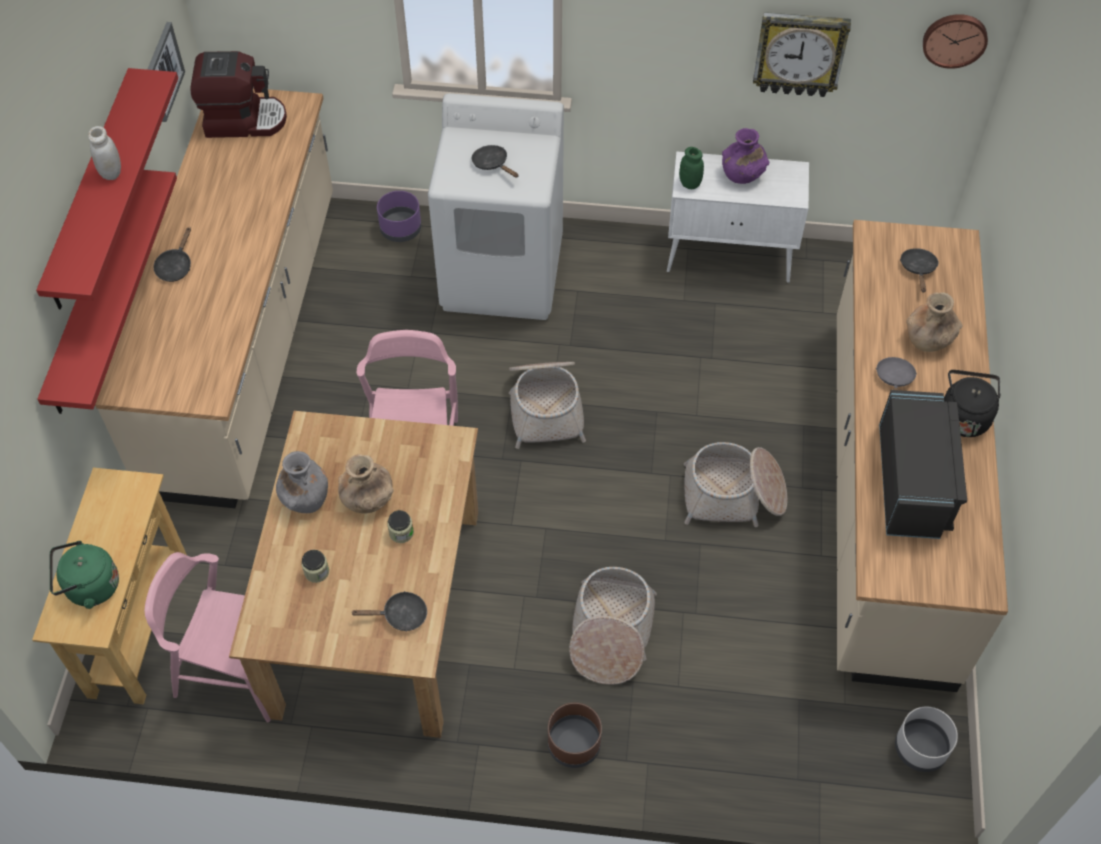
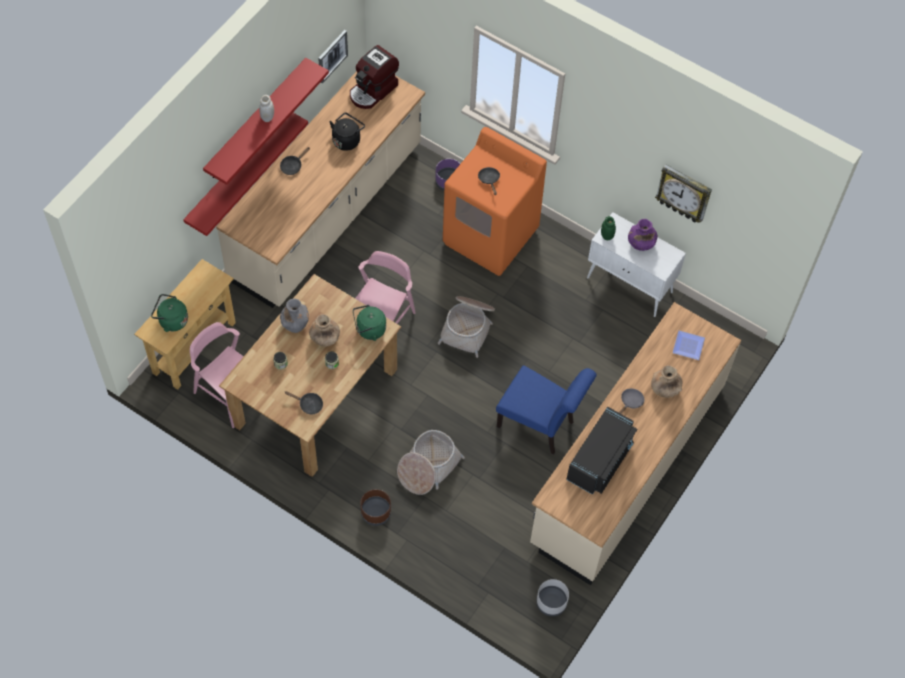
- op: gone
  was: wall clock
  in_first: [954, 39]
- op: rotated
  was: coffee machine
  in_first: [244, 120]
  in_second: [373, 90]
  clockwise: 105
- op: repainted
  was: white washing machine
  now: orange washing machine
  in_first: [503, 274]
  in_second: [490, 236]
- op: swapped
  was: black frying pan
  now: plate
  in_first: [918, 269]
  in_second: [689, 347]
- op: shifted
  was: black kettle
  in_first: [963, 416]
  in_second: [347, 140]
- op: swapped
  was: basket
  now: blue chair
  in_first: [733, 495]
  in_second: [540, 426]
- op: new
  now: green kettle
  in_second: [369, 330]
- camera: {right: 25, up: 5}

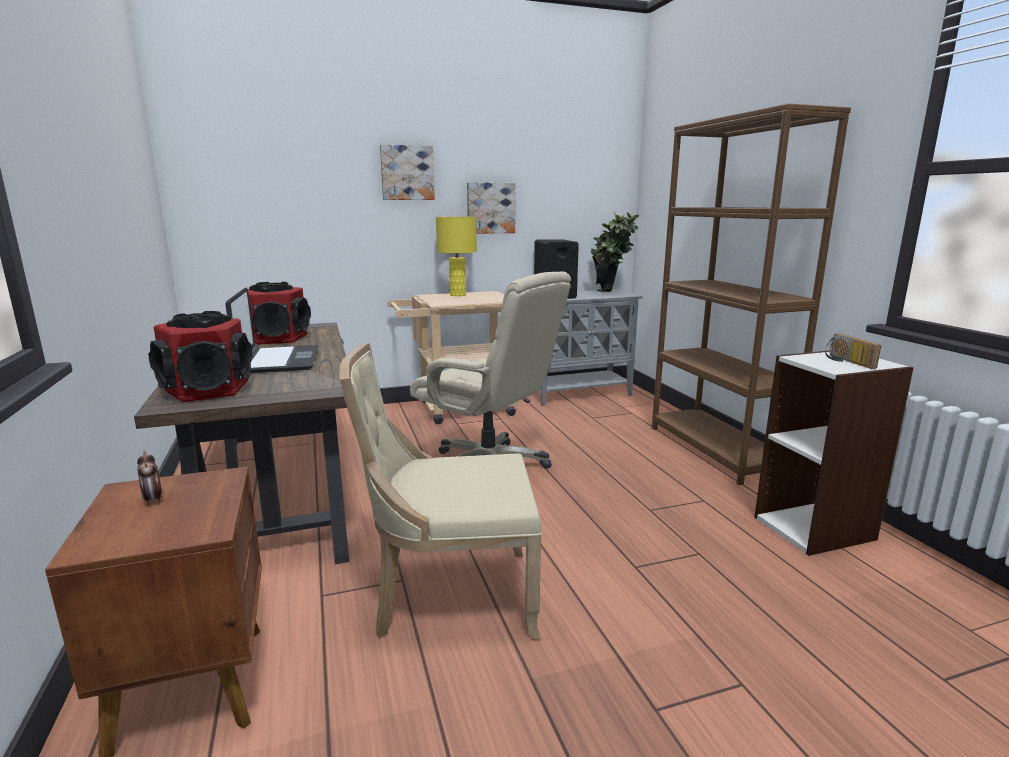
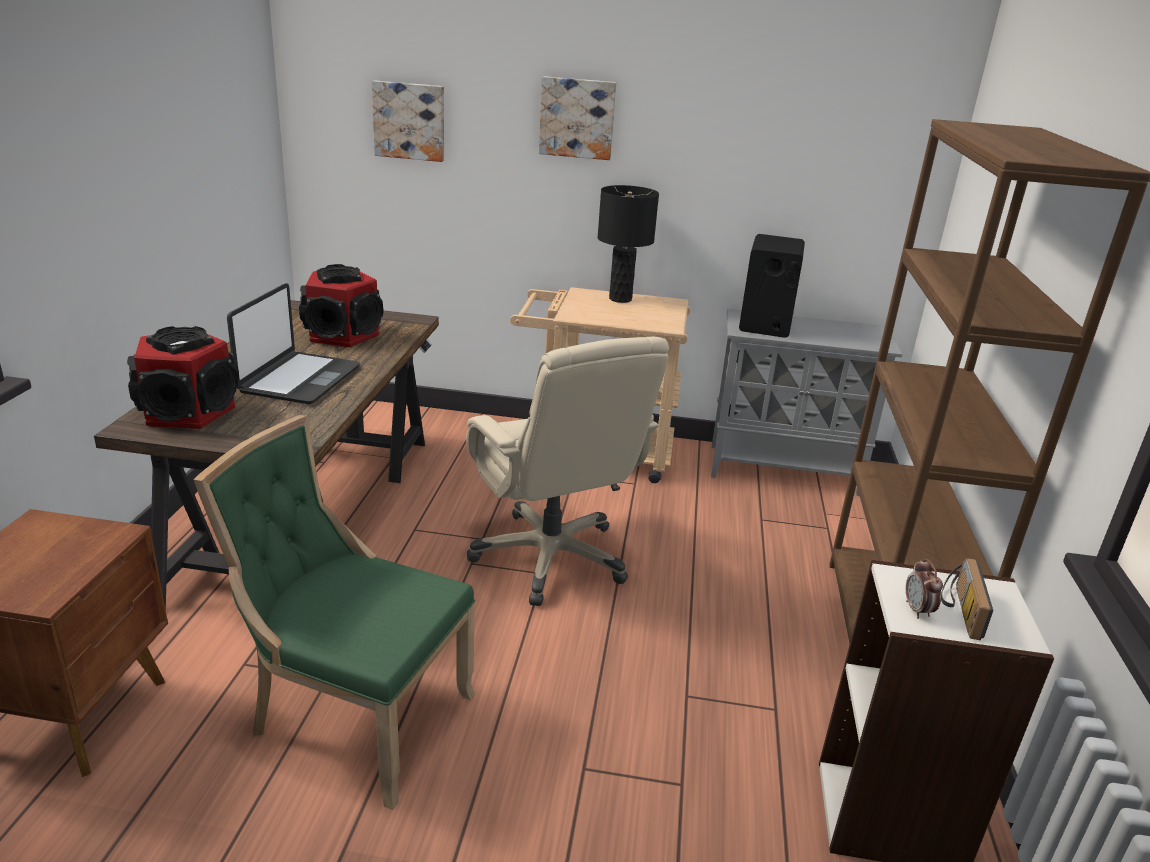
- op: shifted
  was: picture
  in_first: [490, 208]
  in_second: [409, 121]
- op: gone
  was: potted plant
  in_first: [611, 293]
- op: repainted
  was: yellow table lamp
  now: black table lamp
  in_first: [457, 295]
  in_second: [620, 299]
- op: repainted
  was: beige chair
  now: green chair
  in_first: [449, 596]
  in_second: [354, 717]
- op: shifted
  was: alarm clock
  in_first: [153, 500]
  in_second: [917, 610]
- camera: {right: 25, up: 10}

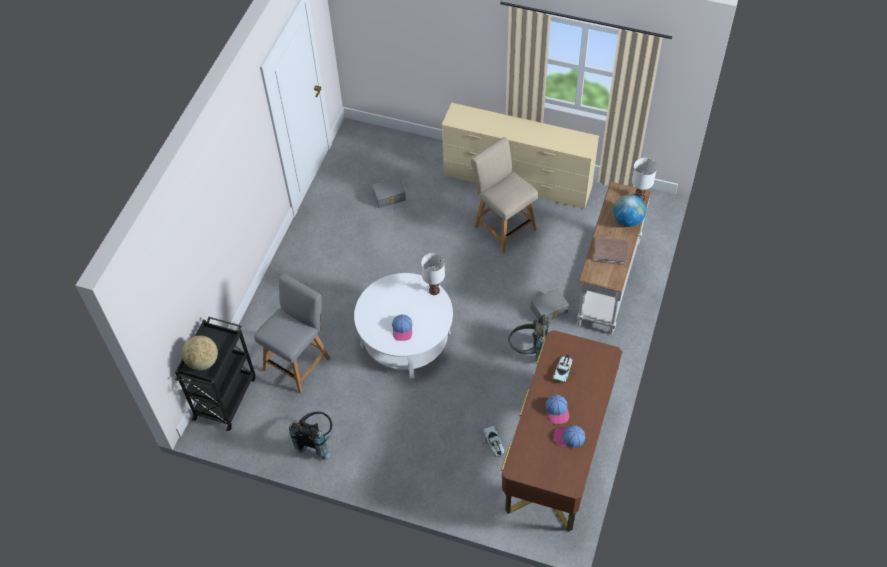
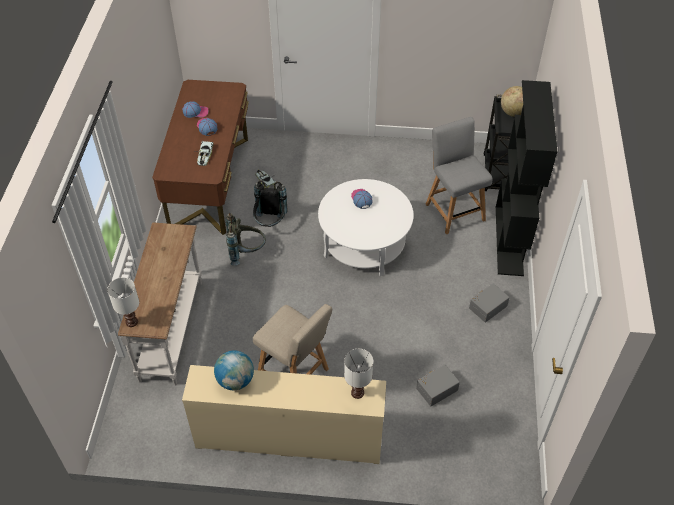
- op: shifted
  was: globe
  in_first: [627, 220]
  in_second: [235, 380]
- op: gone
  was: brown book
  in_first: [610, 252]
- op: shifted
  was: white table lamp
  in_first: [434, 290]
  in_second: [357, 393]
- op: rotated
  was: grey chair
  in_first: [299, 361]
  in_second: [453, 210]
  clockwise: 135
- op: shifted
  was: grey storage box
  in_first: [549, 310]
  in_second: [487, 306]
- op: shifted
  was: black backpack
  in_first: [316, 441]
  in_second: [270, 223]
- op: new
  now: black bookcase
  in_second: [509, 240]
- camera: {right: 165, up: -5}

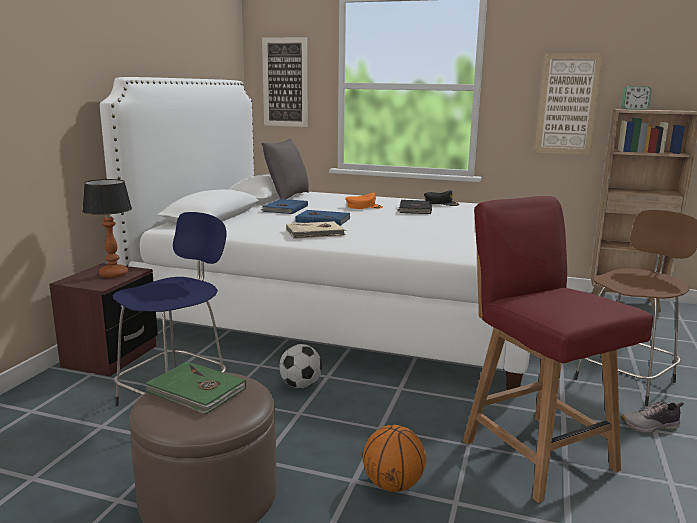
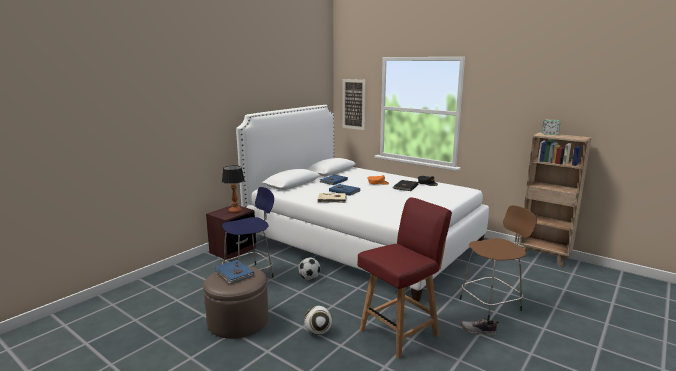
- op: gone
  was: picture
  in_first: [567, 104]
- op: gone
  was: grey pillow
  in_first: [287, 197]
- op: rotated
  was: red chair
  in_first: [536, 453]
  in_second: [400, 332]
  clockwise: 60
- op: repainted
  was: green book
  now: blue book
  in_first: [196, 391]
  in_second: [233, 273]
- op: swapped
  was: basketball
  now: football
  in_first: [393, 485]
  in_second: [318, 332]
- camera: {right: 20, up: 0}

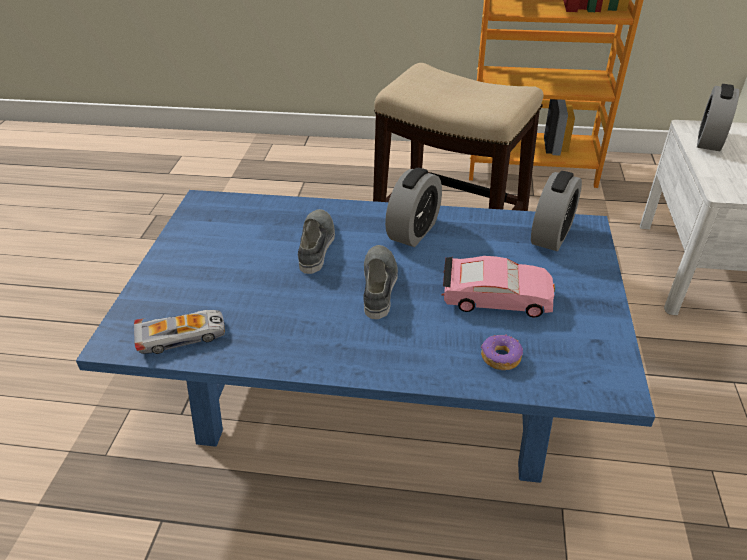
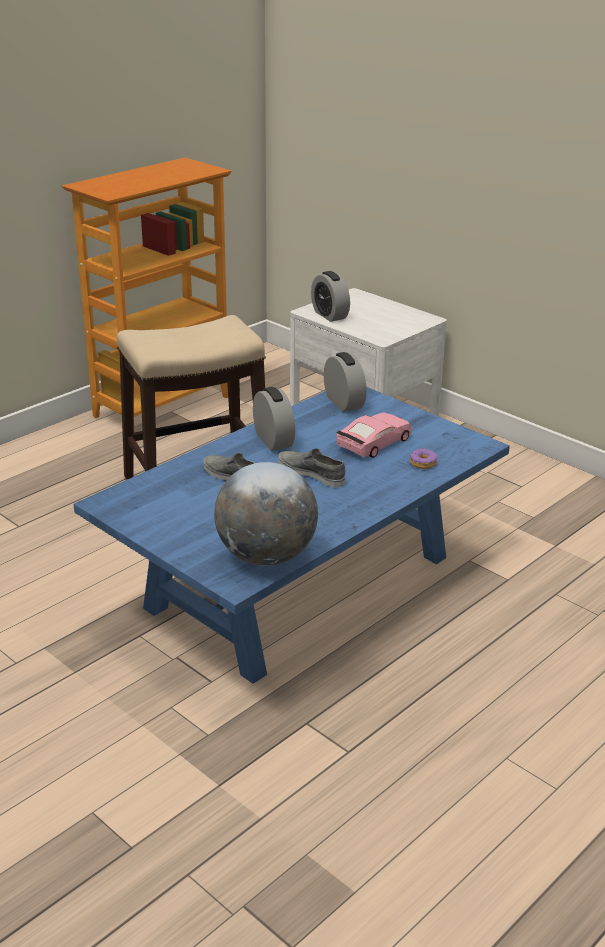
- op: swapped
  was: toy car
  now: globe
  in_first: [182, 336]
  in_second: [266, 556]
- camera: {right: -55, up: -10}

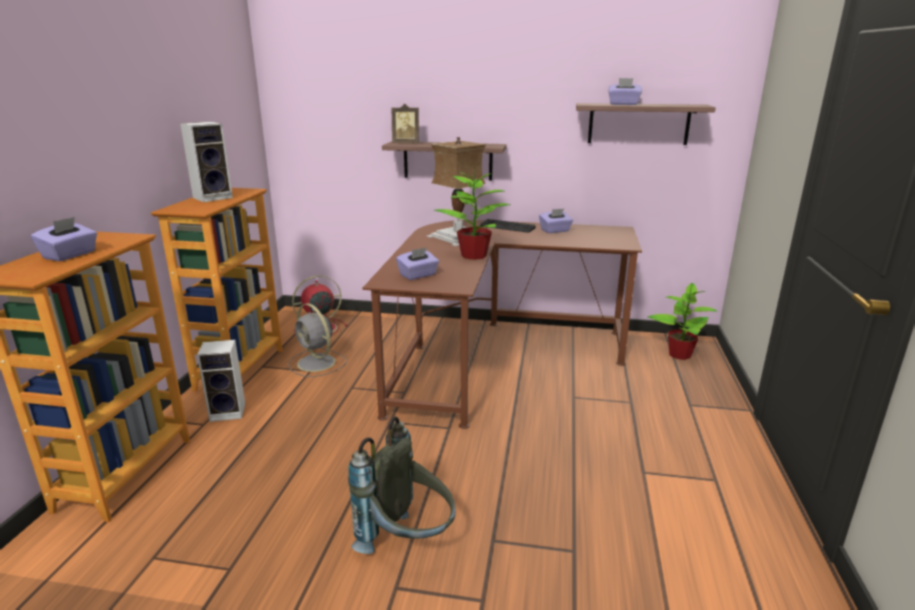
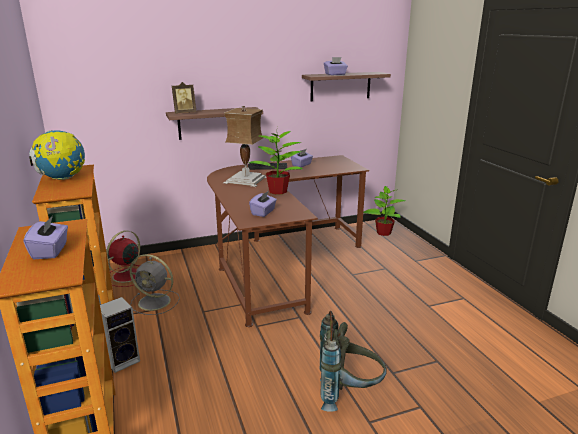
- op: swapped
  was: speaker
  now: globe
  in_first: [214, 197]
  in_second: [62, 178]
- camera: {right: -30, up: 0}

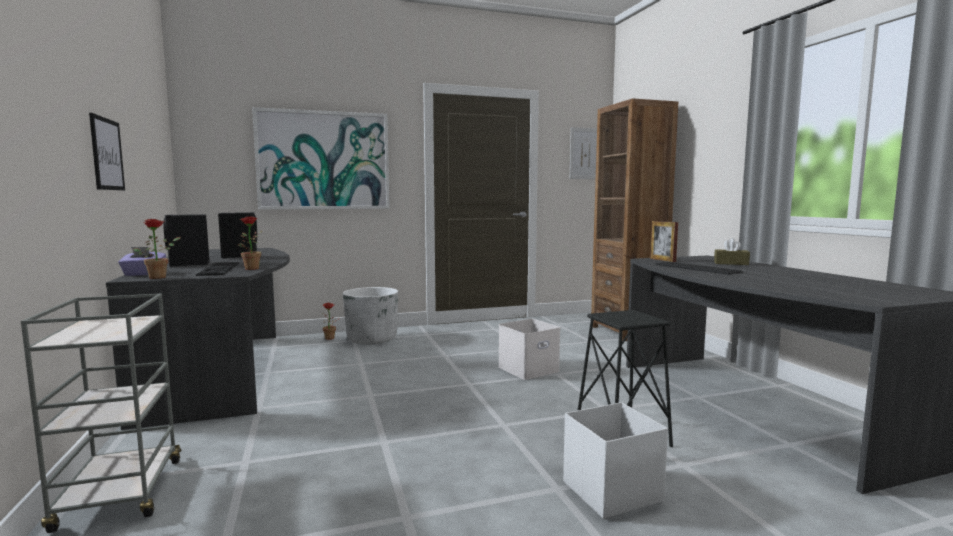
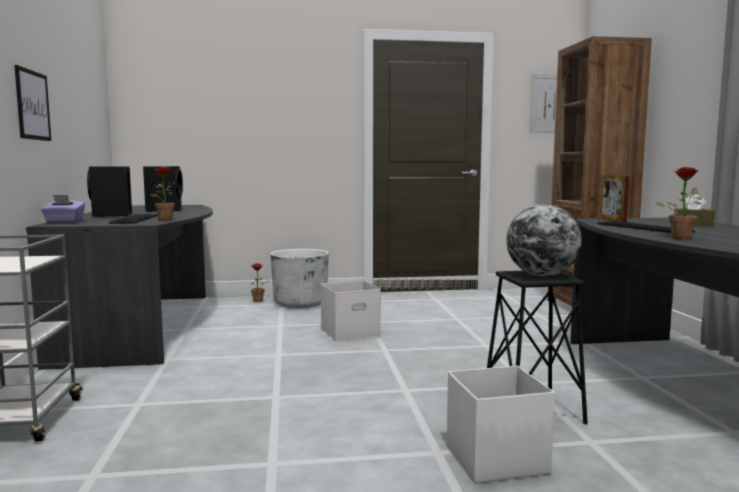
- op: gone
  was: picture
  in_first: [324, 160]
- op: shifted
  was: potted plant
  in_first: [160, 277]
  in_second: [681, 237]
- op: shifted
  was: white storage box
  in_first: [528, 368]
  in_second: [350, 332]
- op: new
  now: globe
  in_second: [542, 275]
- camera: {right: 10, up: 0}

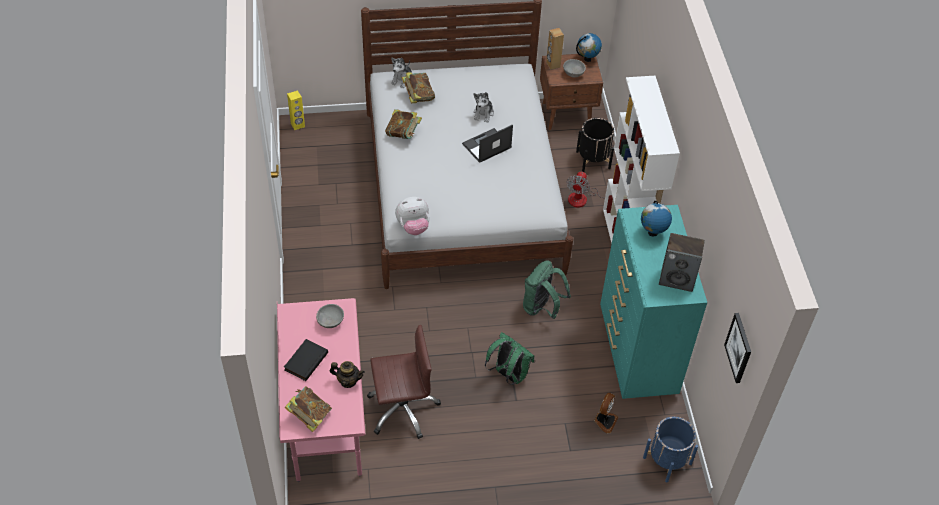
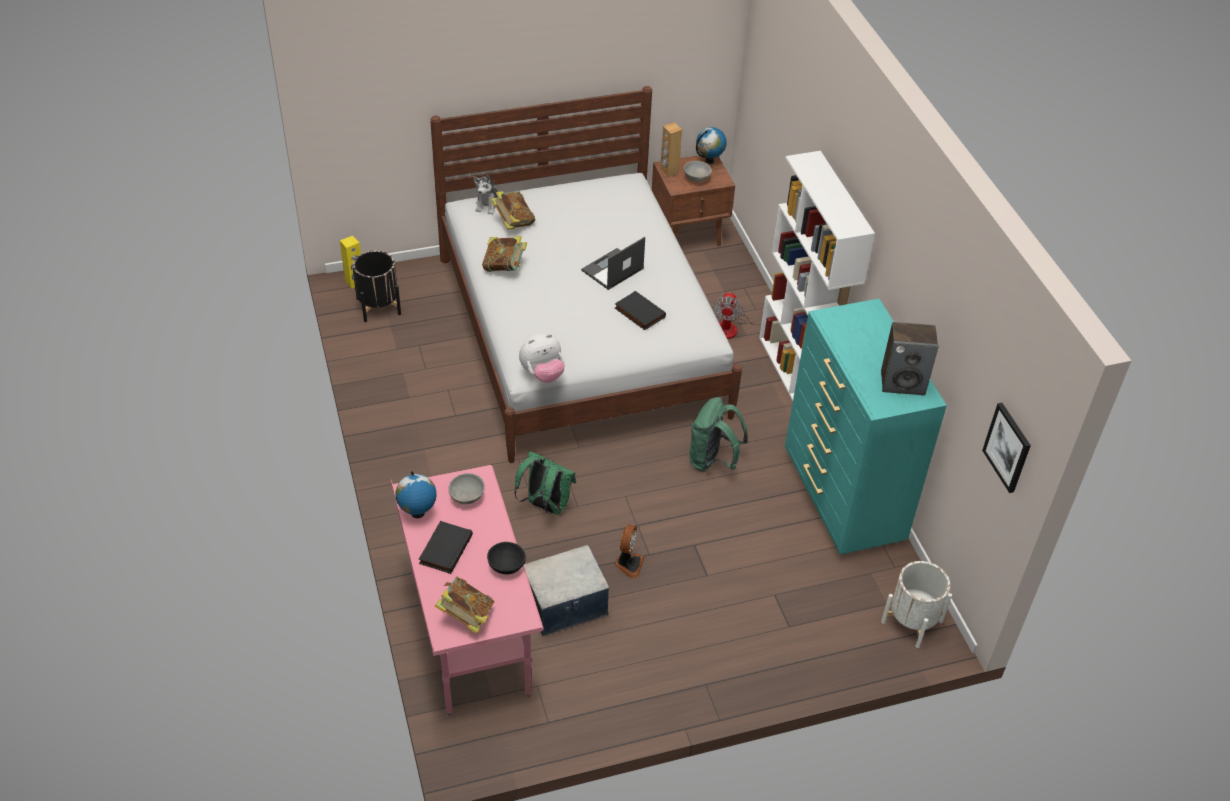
- op: gone
  was: plush toy
  in_first: [483, 113]
- op: shifted
  was: black planter
  in_first: [593, 160]
  in_second: [378, 306]
- op: shifted
  was: globe
  in_first: [652, 233]
  in_second: [417, 513]
- op: swapped
  was: brown office chair
  now: storage box
  in_first: [402, 409]
  in_second: [565, 605]
- op: shifted
  was: green backpack
  in_first: [508, 374]
  in_second: [545, 505]
- op: swapped
  was: teapot
  now: black bowl
  in_first: [348, 381]
  in_second: [506, 566]
- op: shifted
  was: fan
  in_first: [604, 421]
  in_second: [628, 564]
- op: repainted
  was: blue planter
  now: white planter
  in_first: [667, 460]
  in_second: [912, 622]
- op: new
  now: black book
  in_second: [638, 313]
- camera: {right: -10, up: -5}

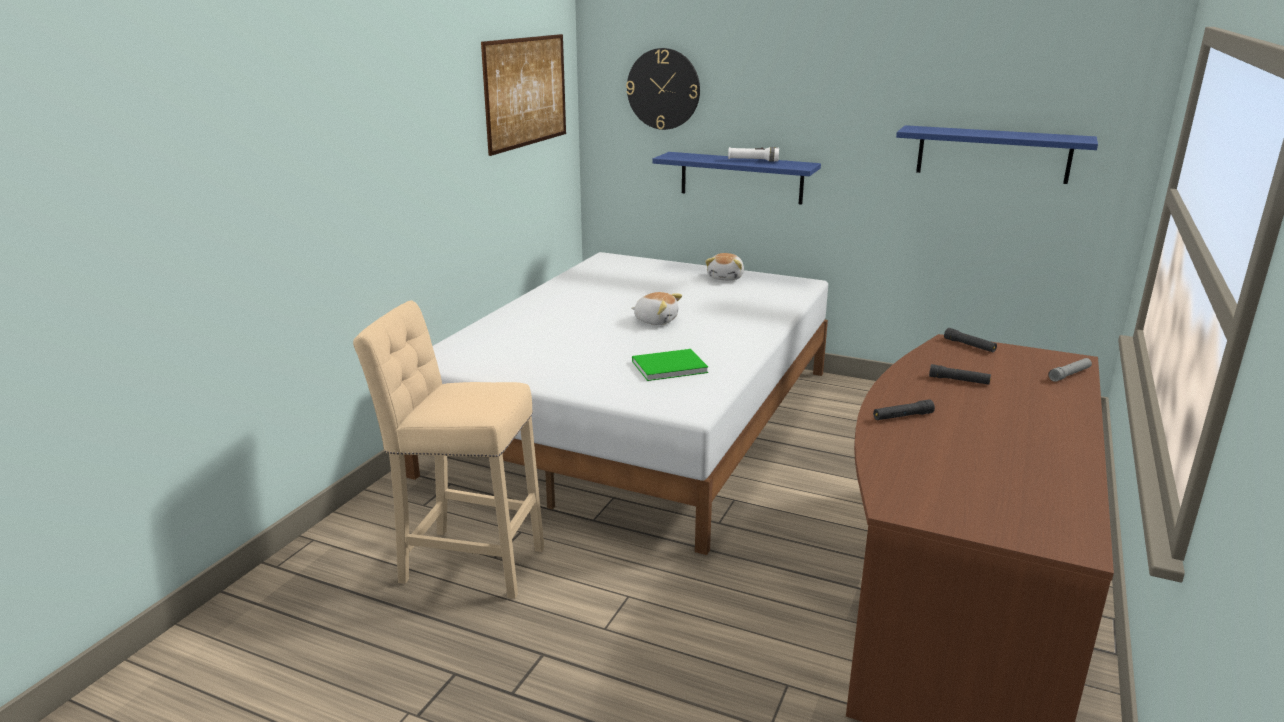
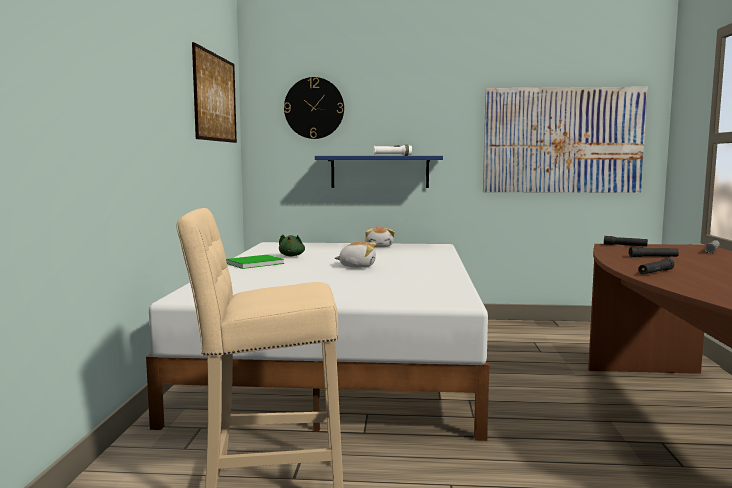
- op: swapped
  was: blue shelf
  now: picture
  in_first: [993, 154]
  in_second: [562, 140]
- op: shifted
  was: green book
  in_first: [666, 366]
  in_second: [253, 263]
- op: new
  now: green plush toy
  in_second: [292, 256]
- camera: {right: -20, up: -15}

